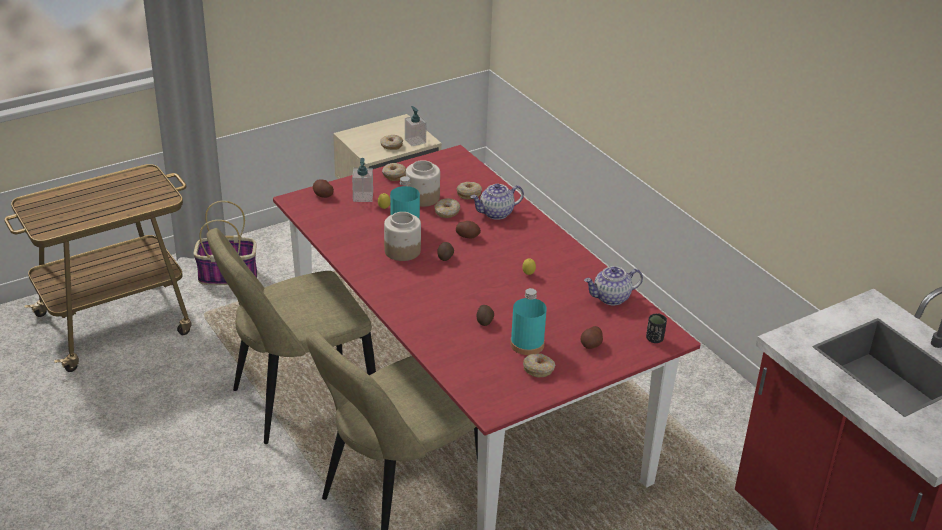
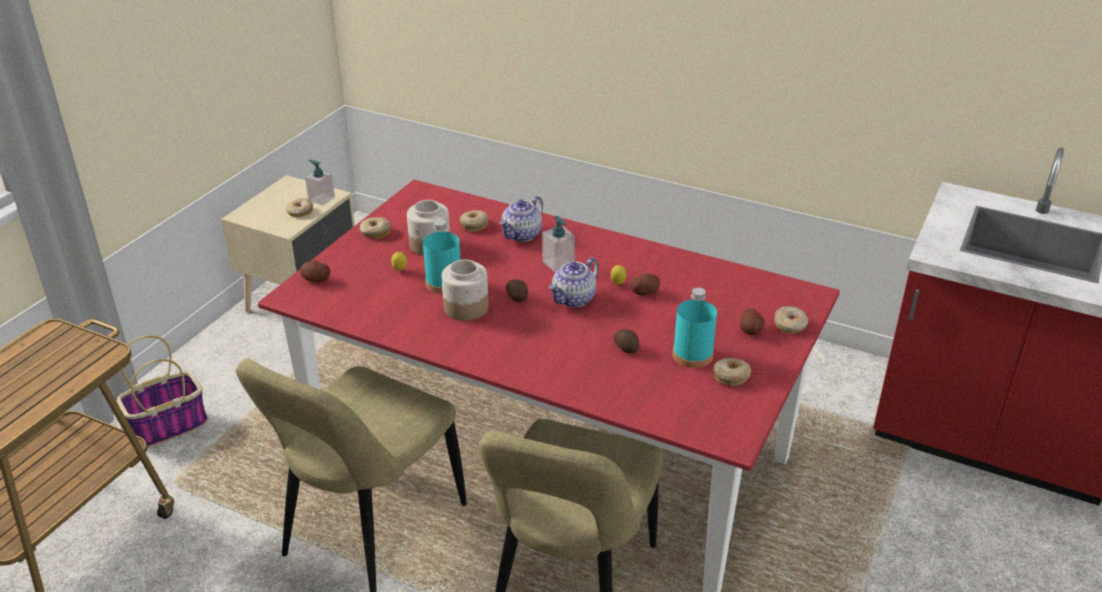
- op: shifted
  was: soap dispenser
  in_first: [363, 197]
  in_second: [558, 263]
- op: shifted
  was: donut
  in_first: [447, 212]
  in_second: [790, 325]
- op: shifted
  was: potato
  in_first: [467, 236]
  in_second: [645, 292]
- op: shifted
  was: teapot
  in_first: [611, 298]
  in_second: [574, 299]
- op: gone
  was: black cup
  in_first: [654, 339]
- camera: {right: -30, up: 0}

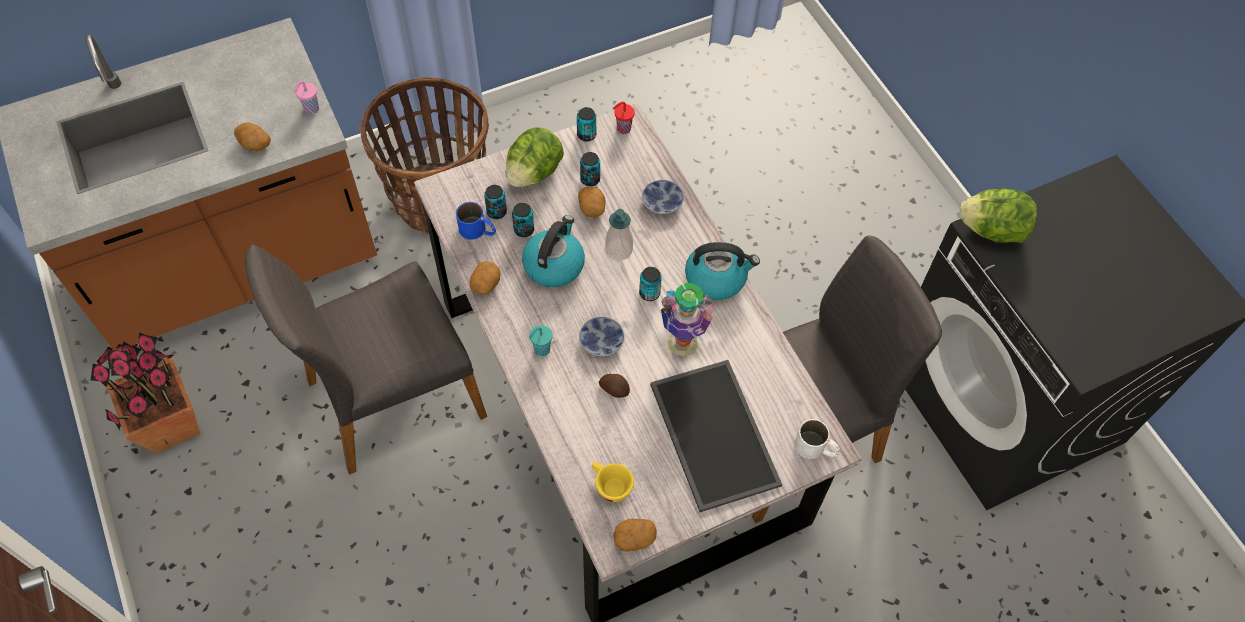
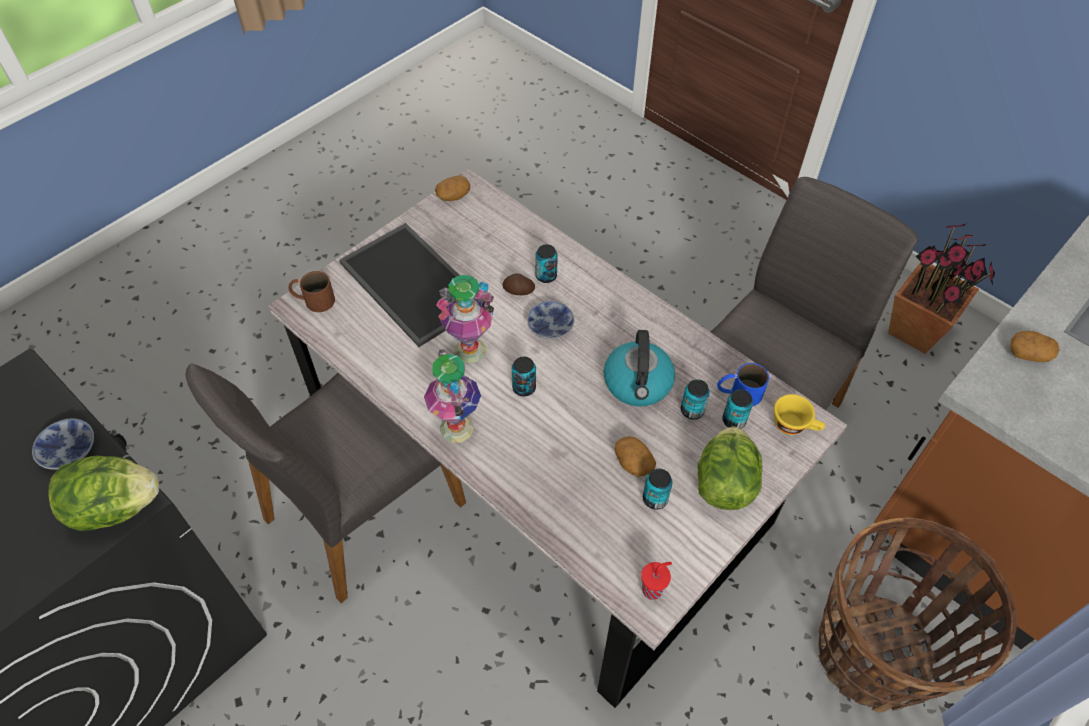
- op: gone
  was: pink cup
  in_first: [311, 109]
- op: shifted
  was: can
  in_first: [586, 135]
  in_second: [546, 276]
- op: shifted
  was: bowl
  in_first: [663, 201]
  in_second: [68, 452]
- op: gone
  was: soap dispenser
  in_first: [618, 250]
- op: swapped
  was: kettle
  now: vase
  in_first: [716, 278]
  in_second: [457, 427]
- op: gone
  was: potato
  in_first: [486, 284]
- op: gone
  was: turquoise cup
  in_first: [541, 350]
- op: repainted
  was: white mug
  now: brown mug
  in_first: [816, 448]
  in_second: [313, 300]
- op: shifted
  was: yellow cup
  in_first: [609, 486]
  in_second: [794, 426]
- camera: {right: 160, up: -5}

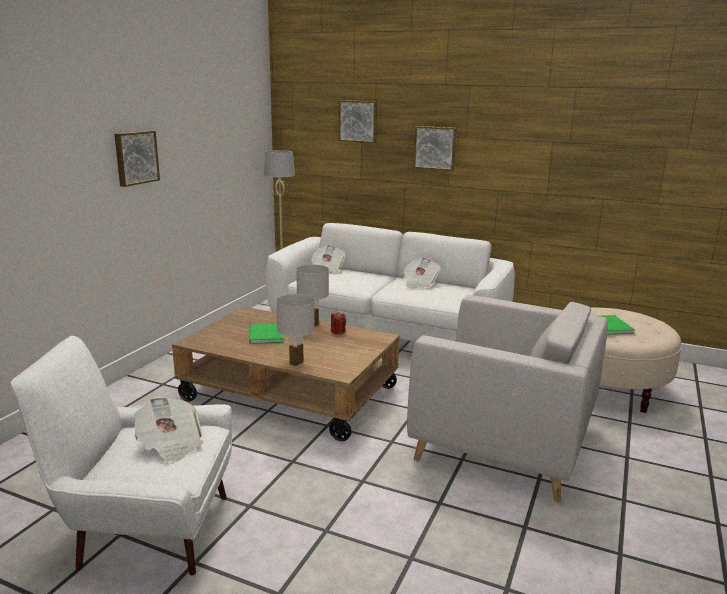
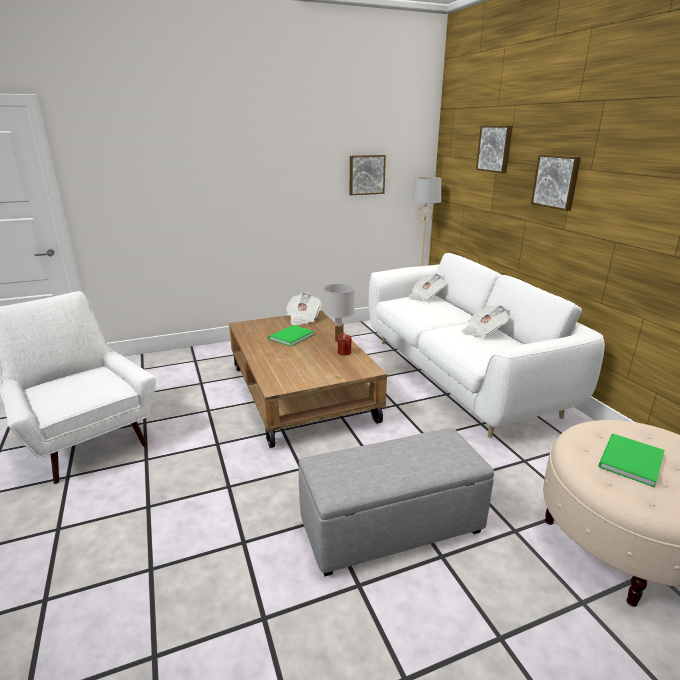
- op: shifted
  was: picture
  in_first: [135, 157]
  in_second: [366, 174]
- op: gone
  was: white table lamp
  in_first: [296, 363]
- op: swapped
  was: grey armchair
  now: grey ottoman
  in_first: [504, 442]
  in_second: [390, 527]
- op: shifted
  was: newspaper
  in_first: [170, 445]
  in_second: [303, 318]
- camera: {right: 45, up: 5}

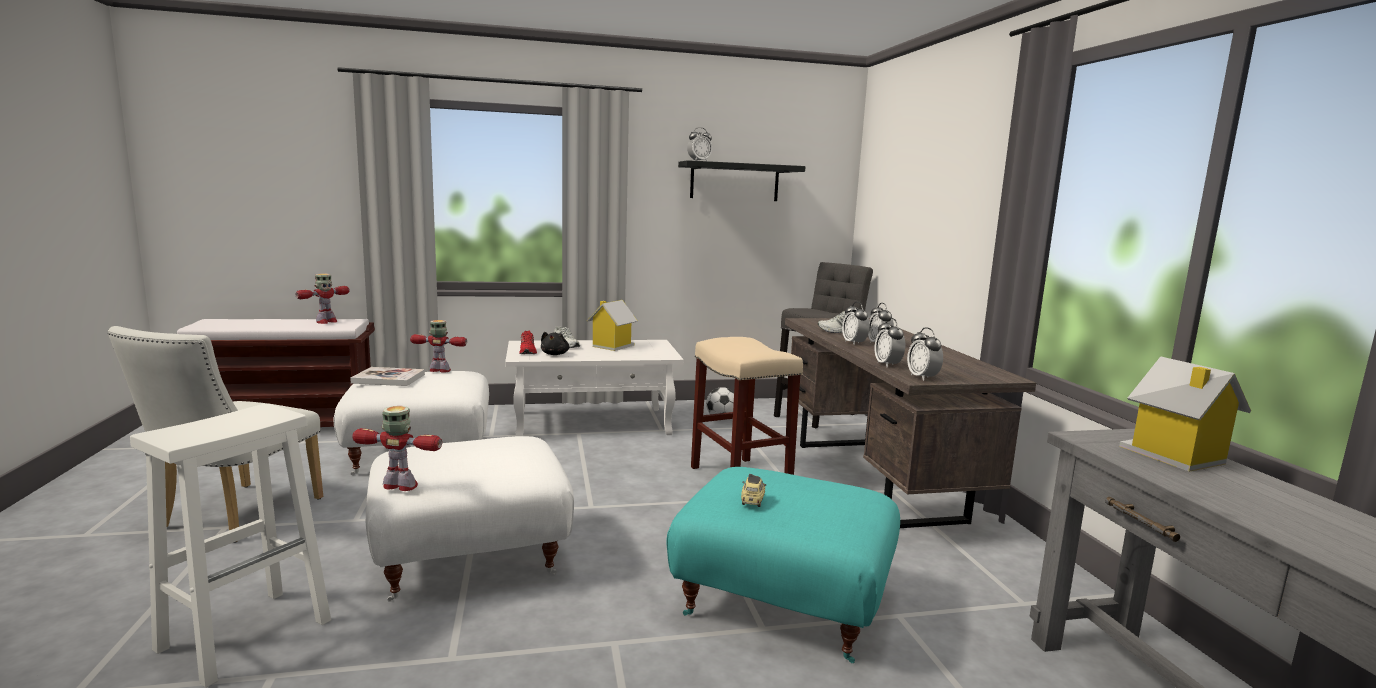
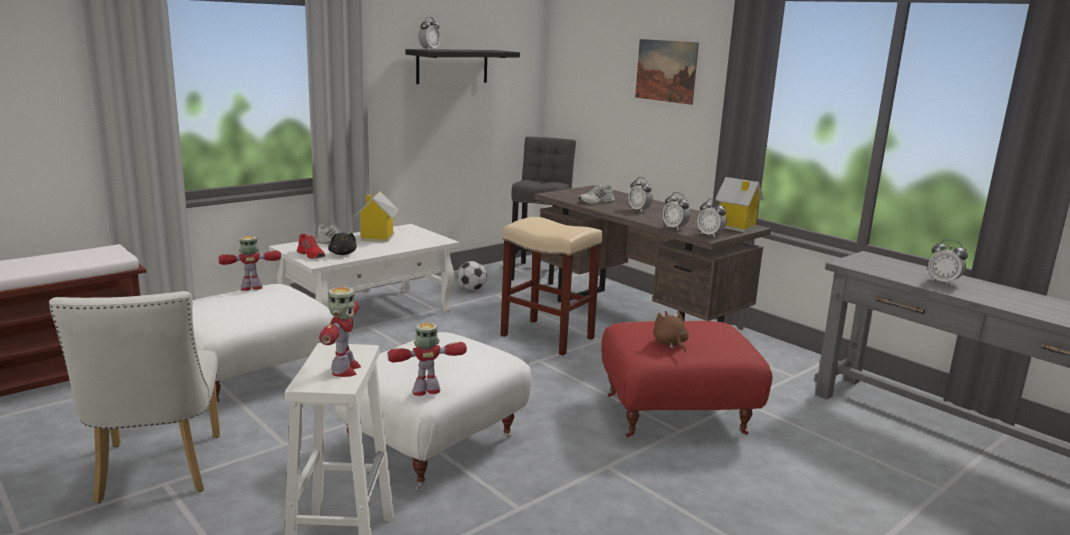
- op: shifted
  was: toy robot
  in_first: [326, 322]
  in_second: [344, 370]
- op: shifted
  was: alarm clock
  in_first: [854, 343]
  in_second: [943, 282]
- op: shifted
  was: toy house
  in_first: [1174, 456]
  in_second: [735, 226]
- op: gone
  was: book
  in_first: [388, 379]
- op: repainted
  was: turquoise ottoman
  now: red ottoman
  in_first: [780, 607]
  in_second: [675, 416]
- op: swapped
  was: toy car
  now: brown plush toy
  in_first: [752, 501]
  in_second: [670, 344]
- op: new
  now: picture
  in_second: [666, 71]
- camera: {right: -30, up: 5}

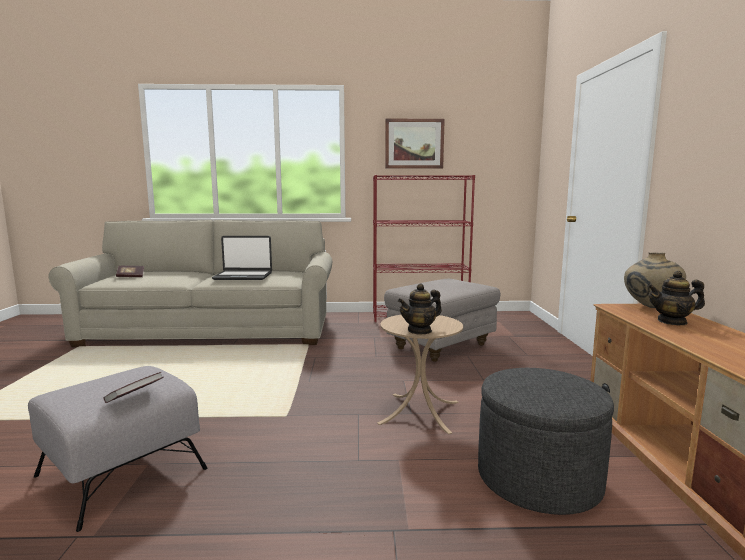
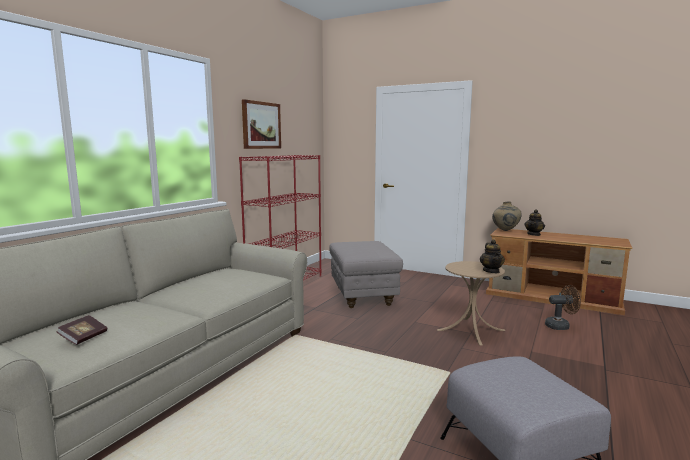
- op: gone
  was: laptop
  in_first: [243, 276]
- op: swapped
  was: grey ottoman
  now: brown fan
  in_first: [538, 479]
  in_second: [560, 326]
- op: gone
  was: book
  in_first: [135, 397]
- camera: {right: -60, up: 0}

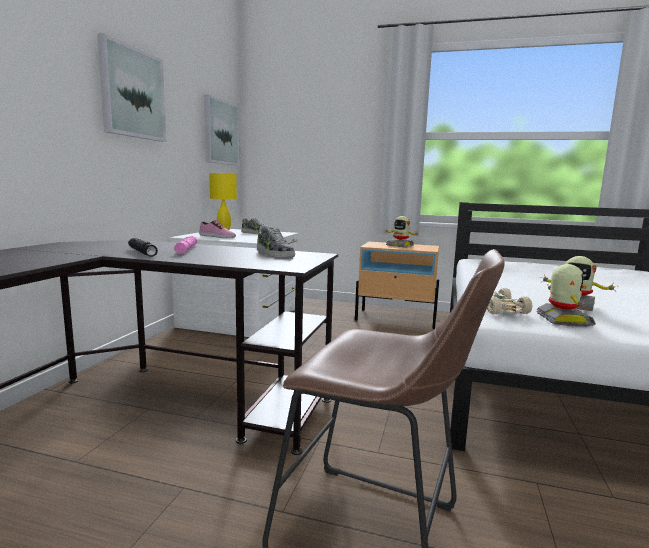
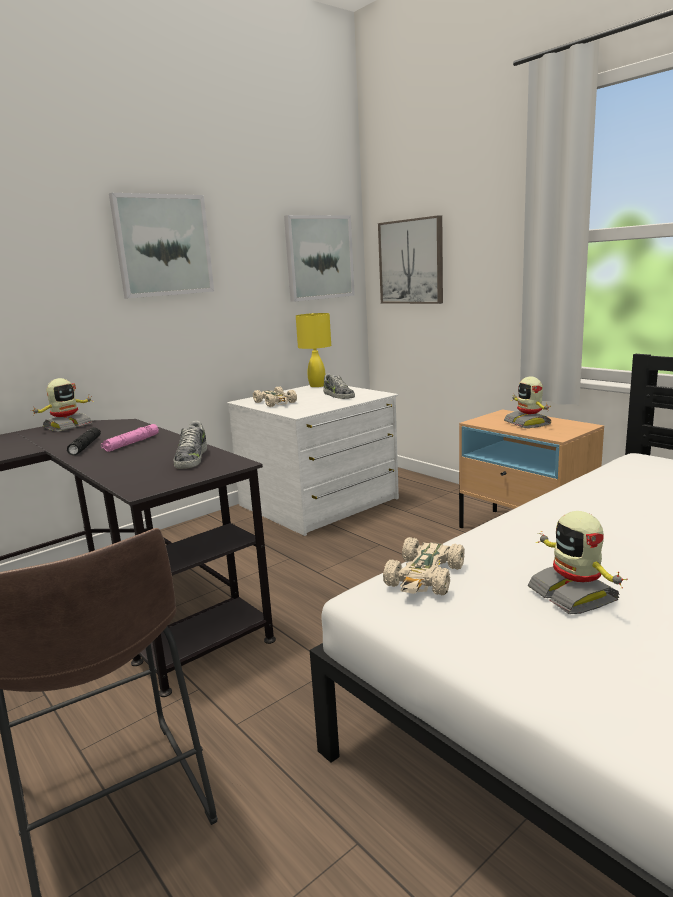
- op: swapped
  was: shoe
  now: beige toy car
  in_first: [217, 236]
  in_second: [275, 402]
- op: shifted
  was: toy robot
  in_first: [562, 320]
  in_second: [67, 427]
- op: new
  now: picture
  in_second: [411, 262]
- camera: {right: 35, up: 5}

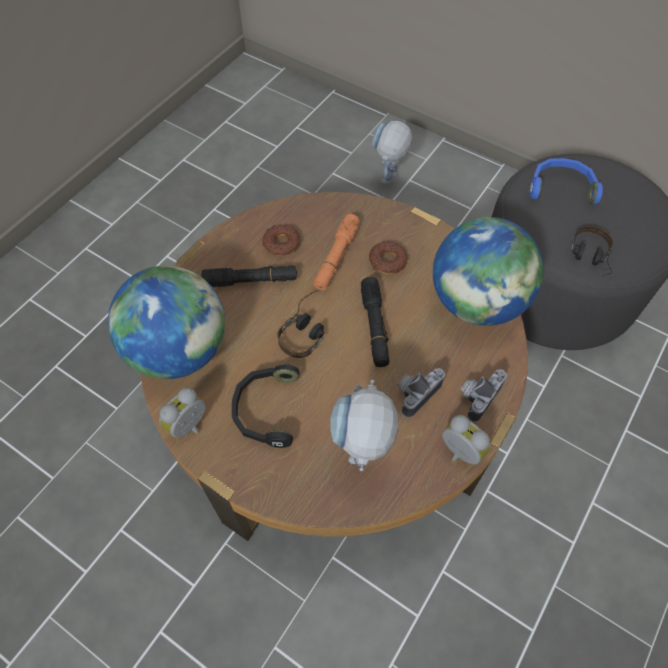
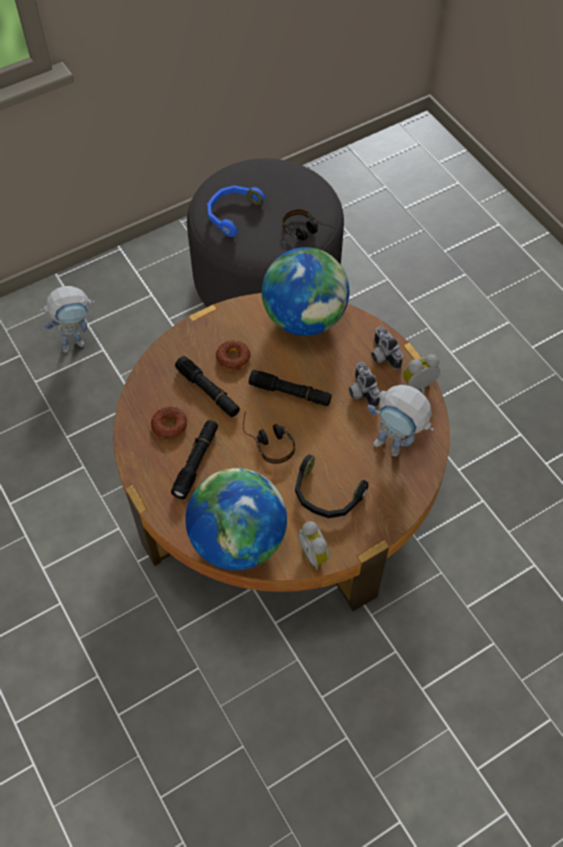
- op: rotated
  was: toy robot
  in_first: [388, 182]
  in_second: [78, 341]
  clockwise: -75
- op: repainted
  was: orange flashlight
  now: black flashlight
  in_first: [336, 257]
  in_second: [208, 391]
- camera: {right: -65, up: 0}

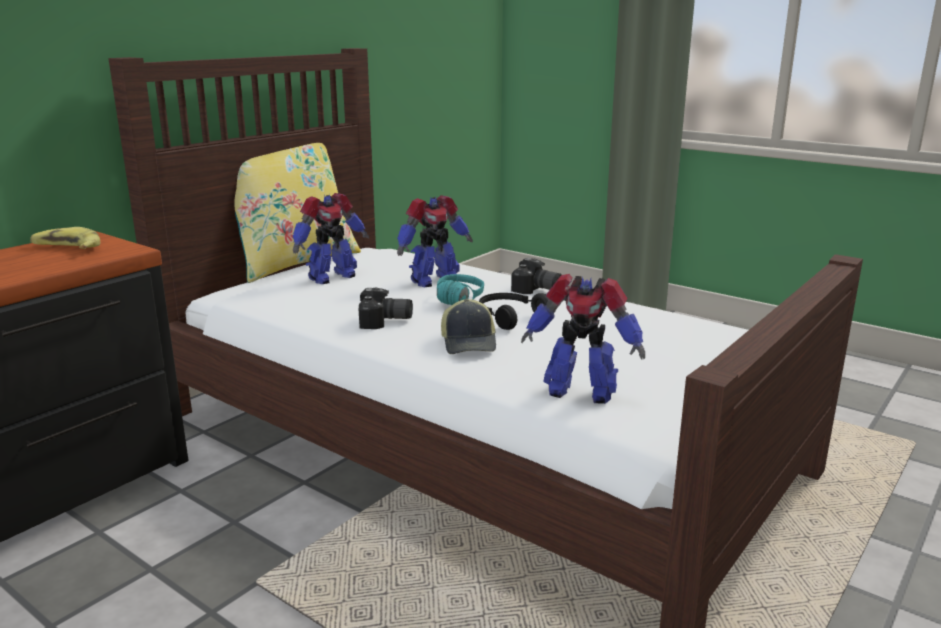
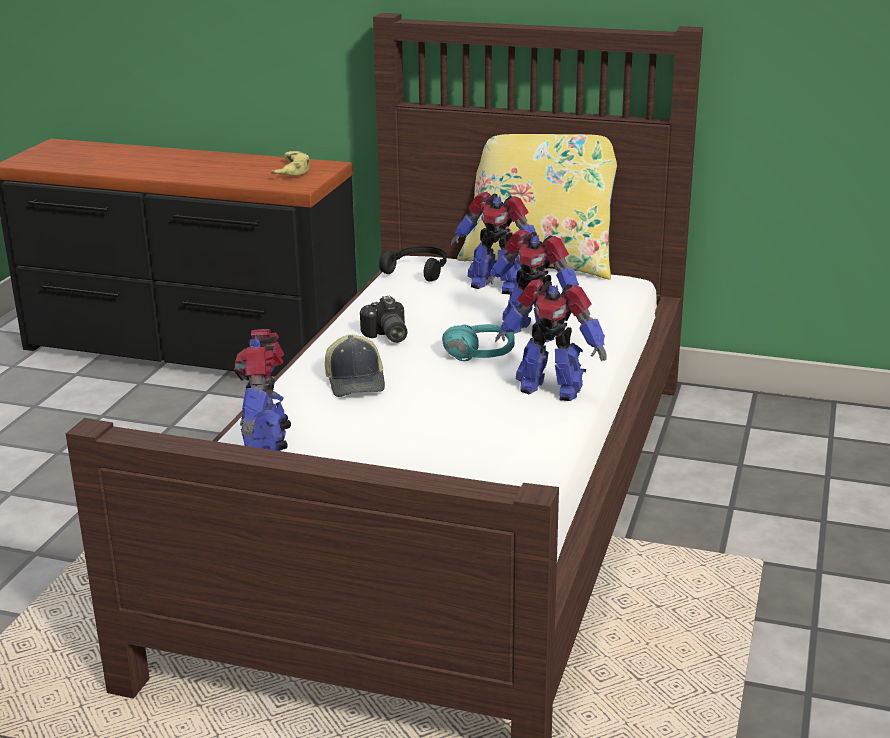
- op: swapped
  was: photo camera
  now: toy robot
  in_first: [537, 290]
  in_second: [550, 388]
- op: shifted
  was: black headphones
  in_first: [509, 317]
  in_second: [419, 270]
- op: rotated
  was: cap
  in_first: [470, 343]
  in_second: [356, 382]
  clockwise: -75
- camera: {right: 70, up: 5}

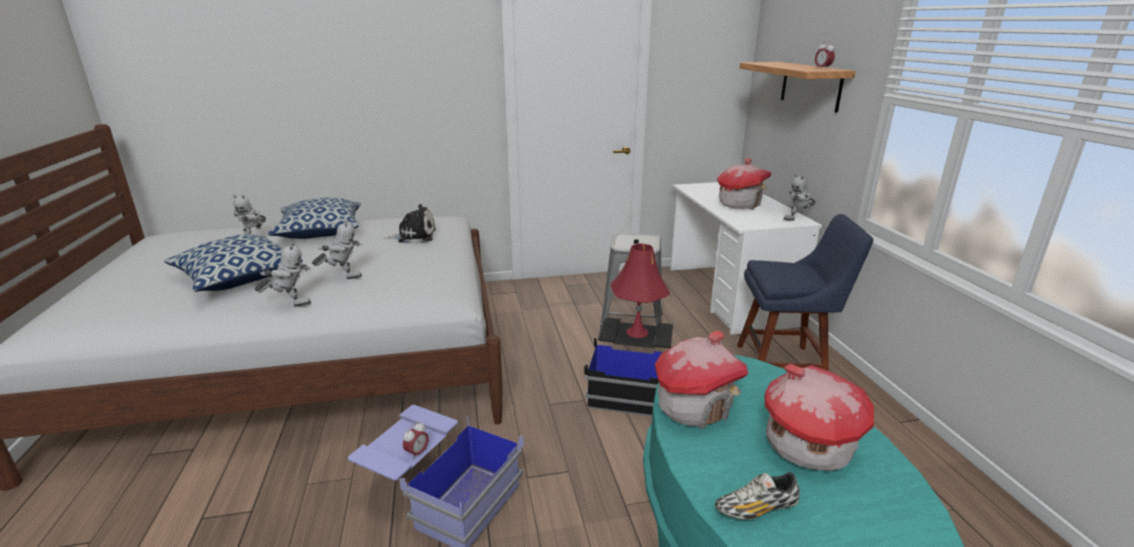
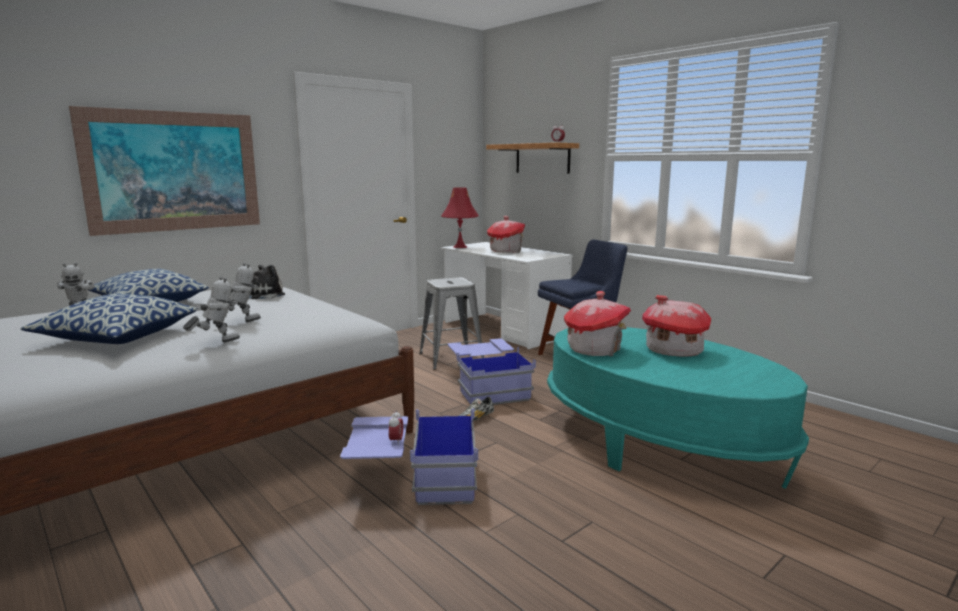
- op: gone
  was: toy robot
  in_first: [797, 220]
- op: shifted
  was: red table lamp
  in_first: [637, 332]
  in_second: [460, 247]
- op: repainted
  was: black storage box
  now: blue storage box
  in_first: [631, 383]
  in_second: [487, 388]
- op: shifted
  was: shoe
  in_first: [756, 509]
  in_second: [476, 418]
- op: new
  now: picture
  in_second: [174, 171]
- camera: {right: -30, up: -10}

